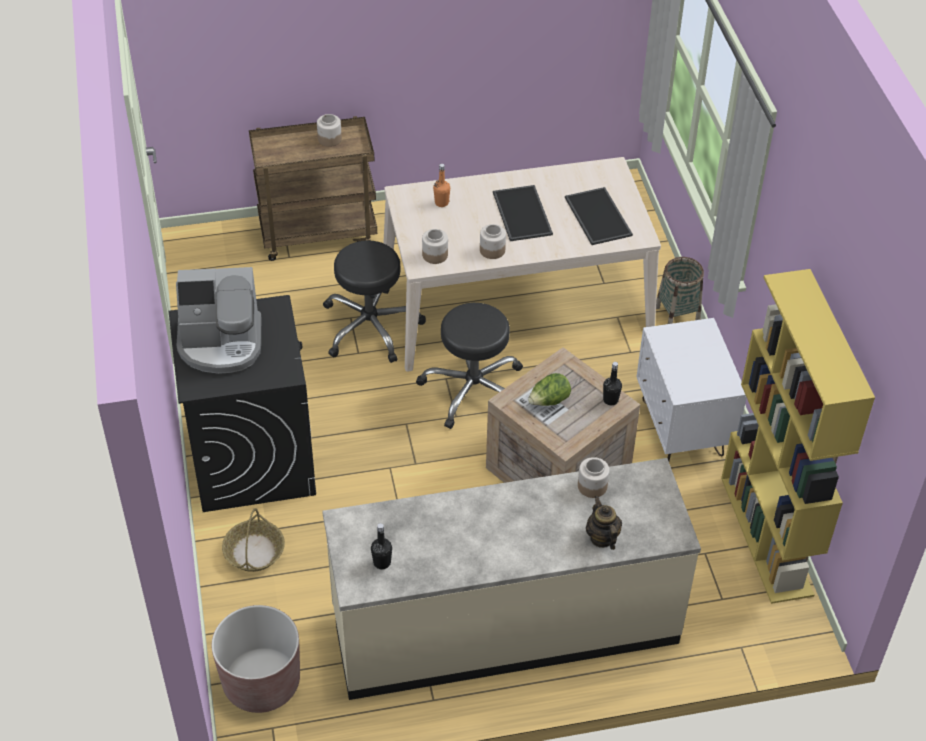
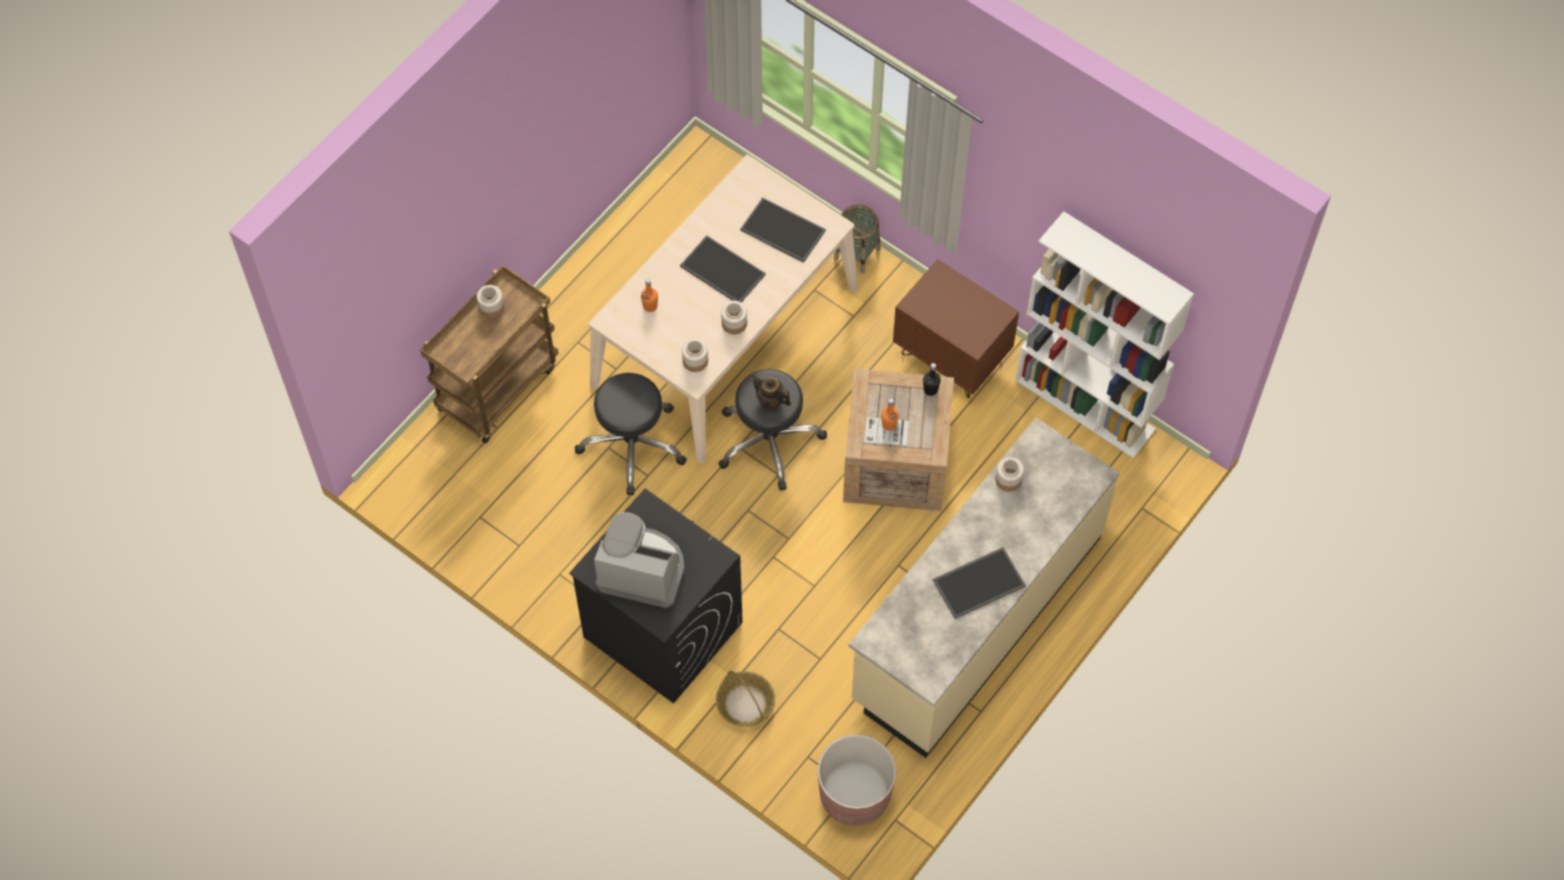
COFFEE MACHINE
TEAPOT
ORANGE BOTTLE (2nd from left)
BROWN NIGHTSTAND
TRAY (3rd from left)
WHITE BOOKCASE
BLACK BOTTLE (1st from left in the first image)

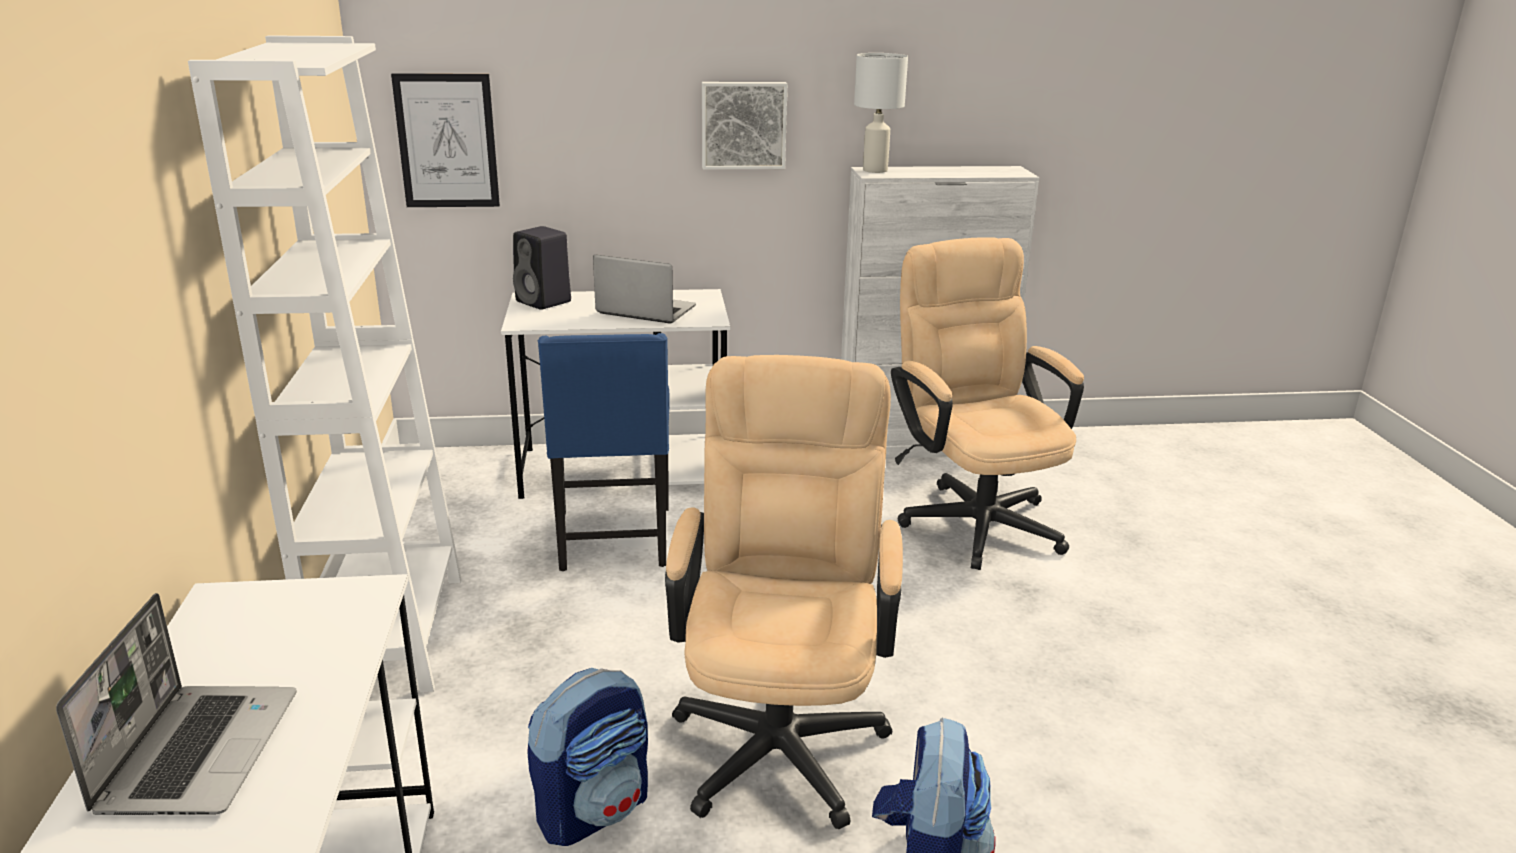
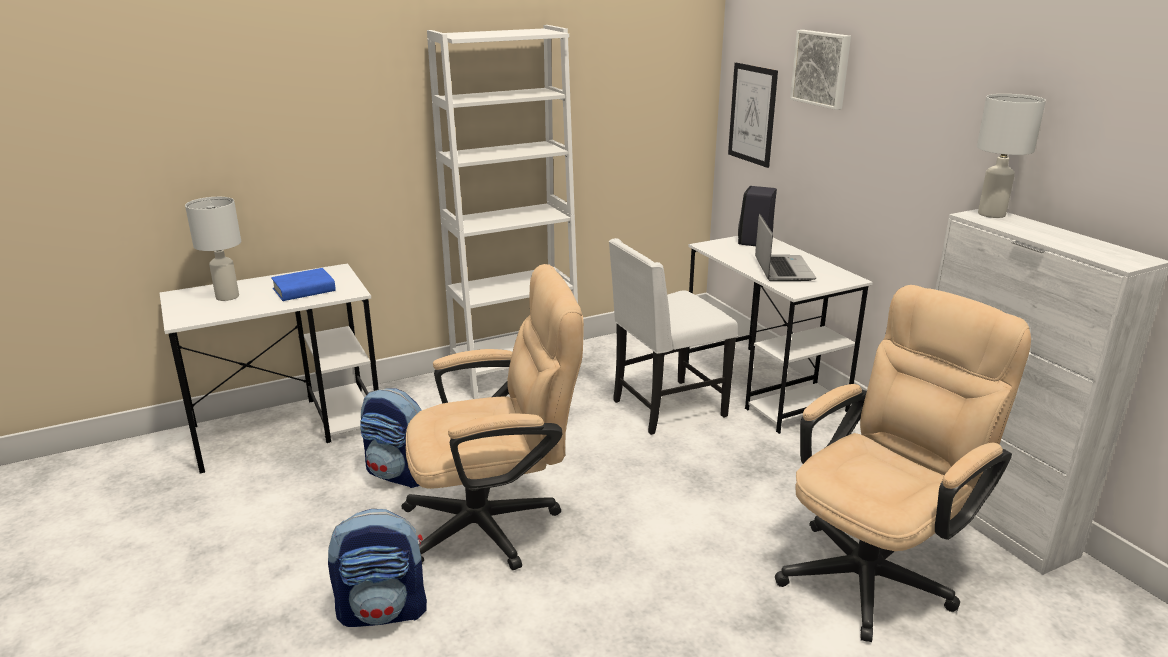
WHITE TABLE LAMP (1st from left)
BLUE BOOK
WHITE CHAIR
PICTURE (2nd from left)

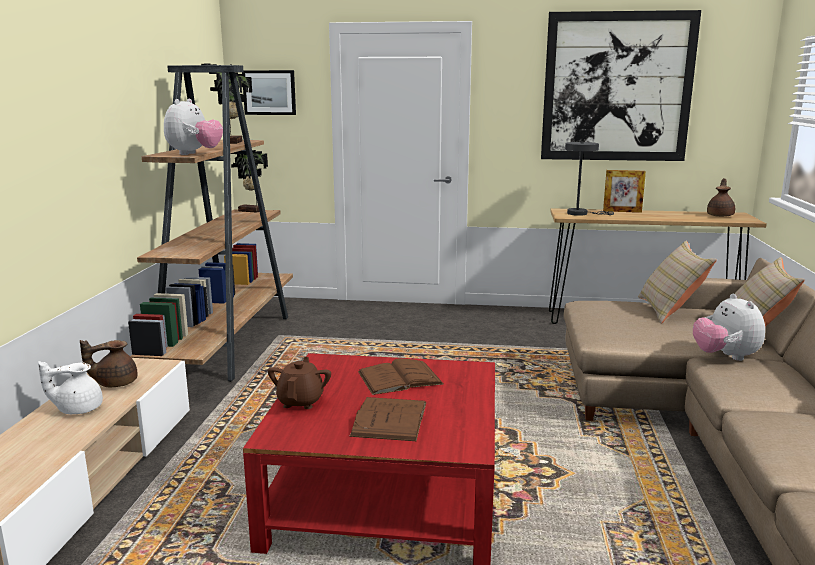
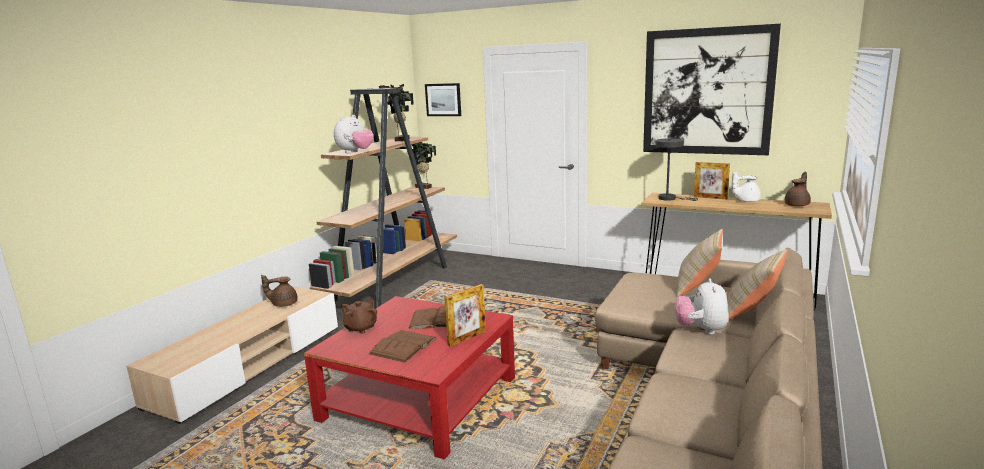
PICTURE FRAME (1st from left)
WHITE TEAPOT

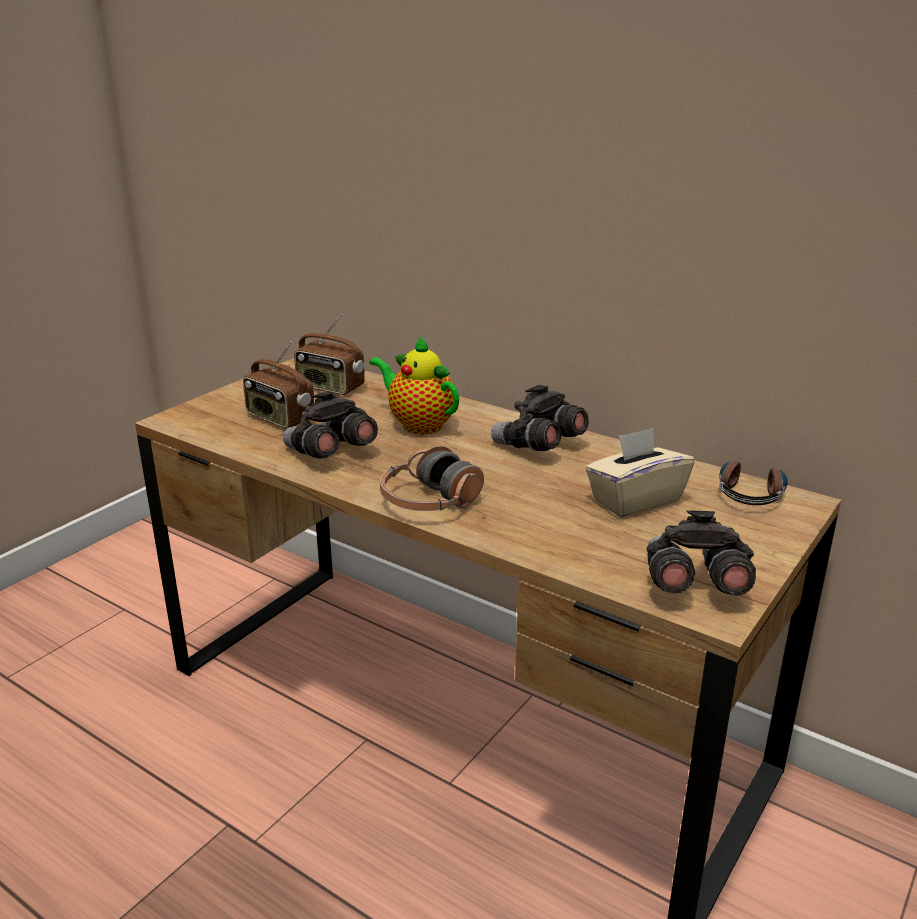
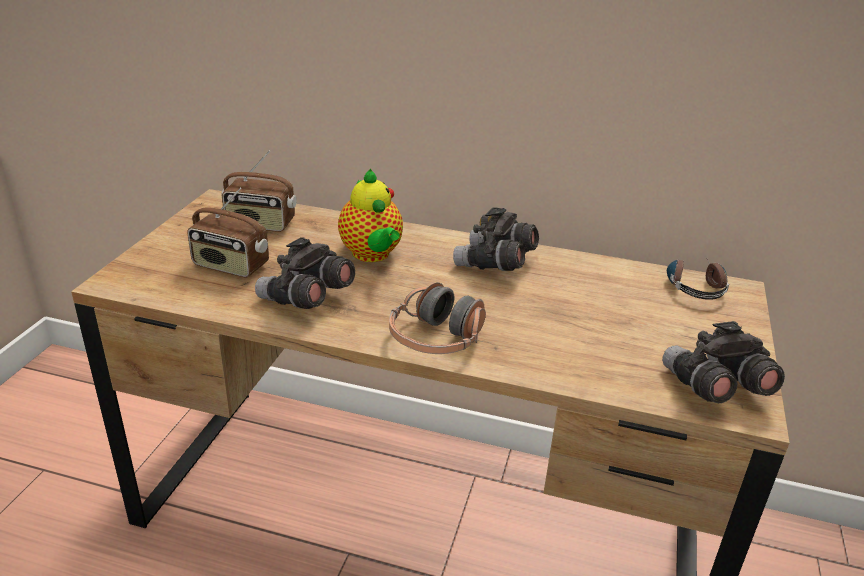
TEAPOT
BEIGE TISSUE BOX

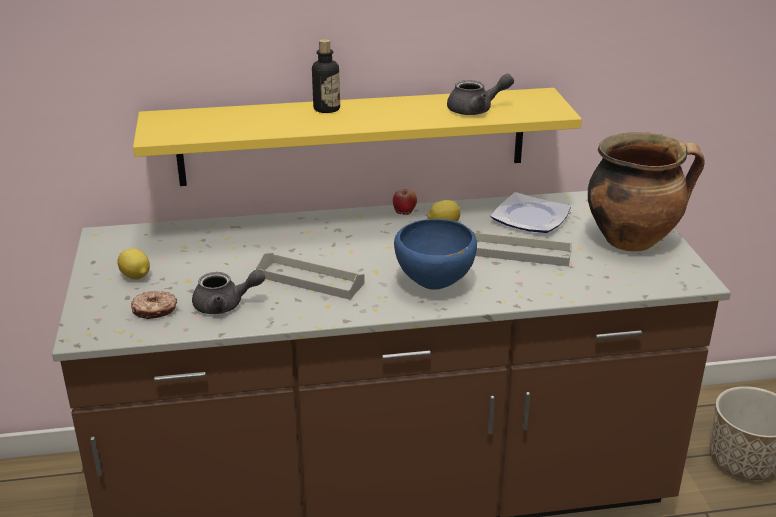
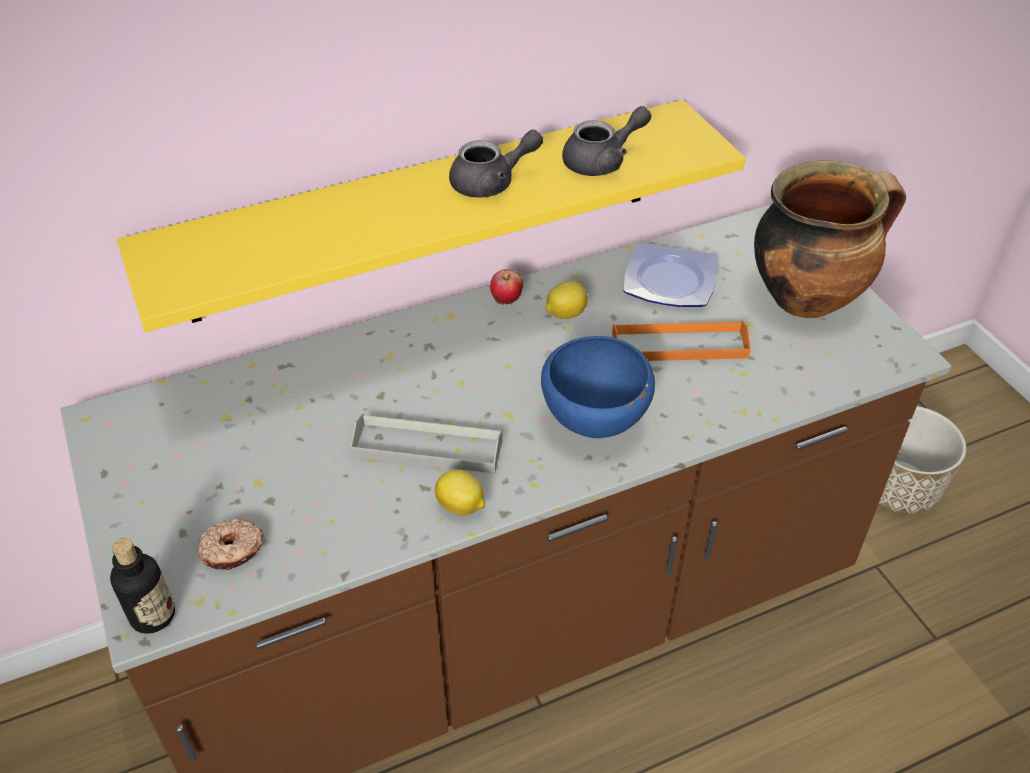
BOTTLE
LEMON (1st from left)
GREY TEAPOT (1st from left)
ORANGE TRAY

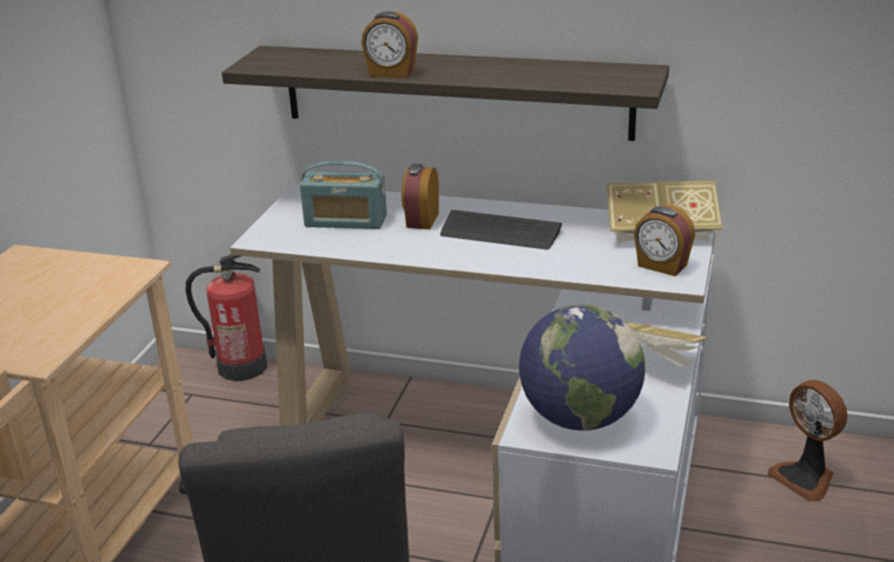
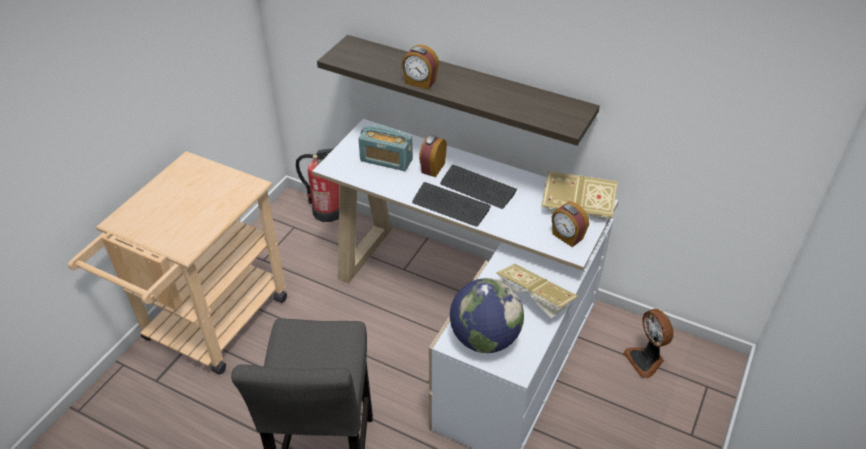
KEYBOARD (1st from left)

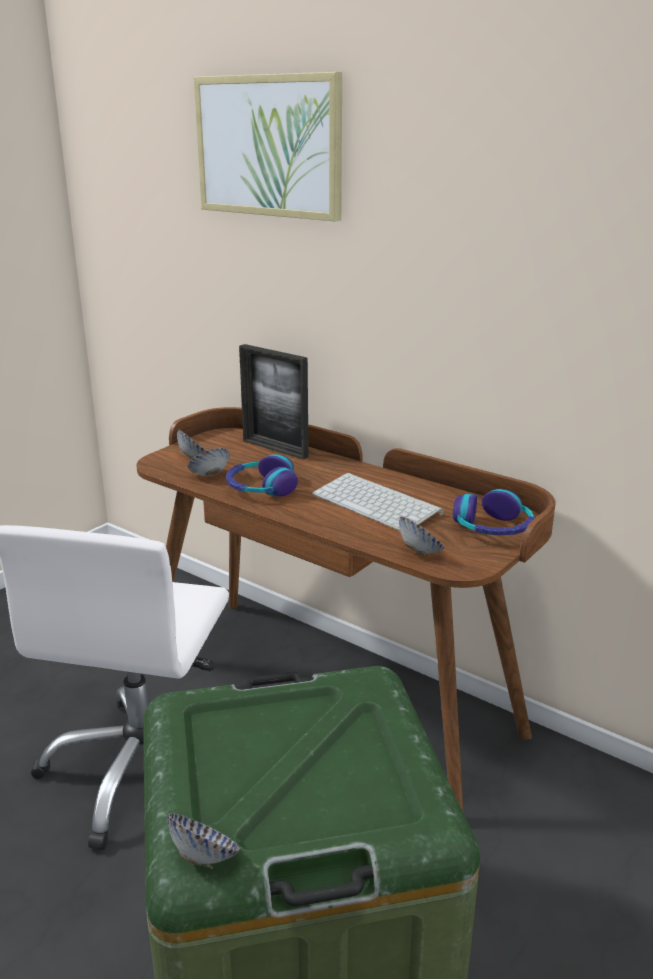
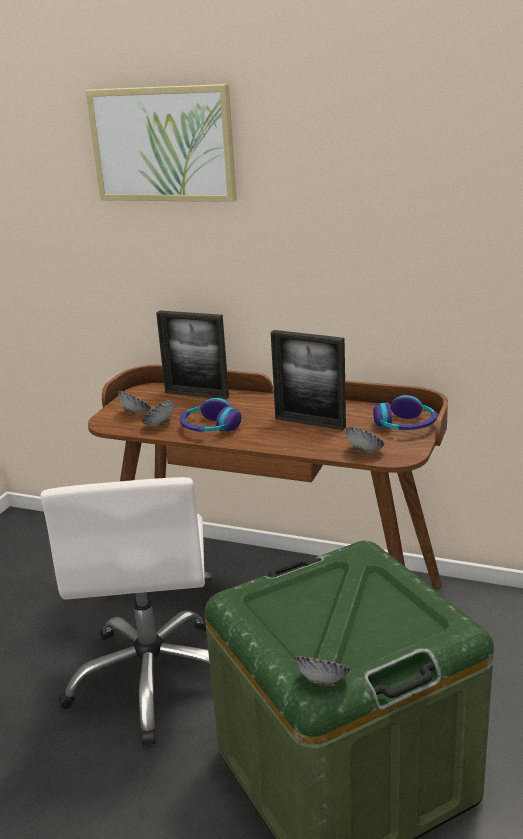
PICTURE FRAME (2nd from left)

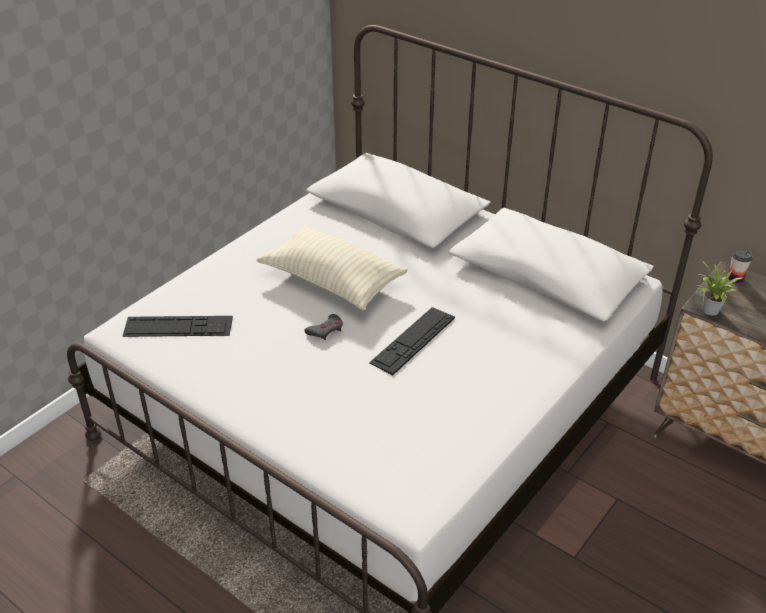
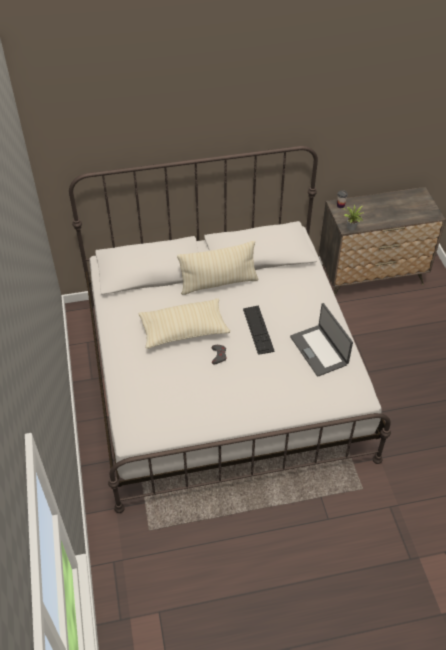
BEIGE PILLOW (2nd from left)
LAPTOP
KEYBOARD (1st from left in the first image)

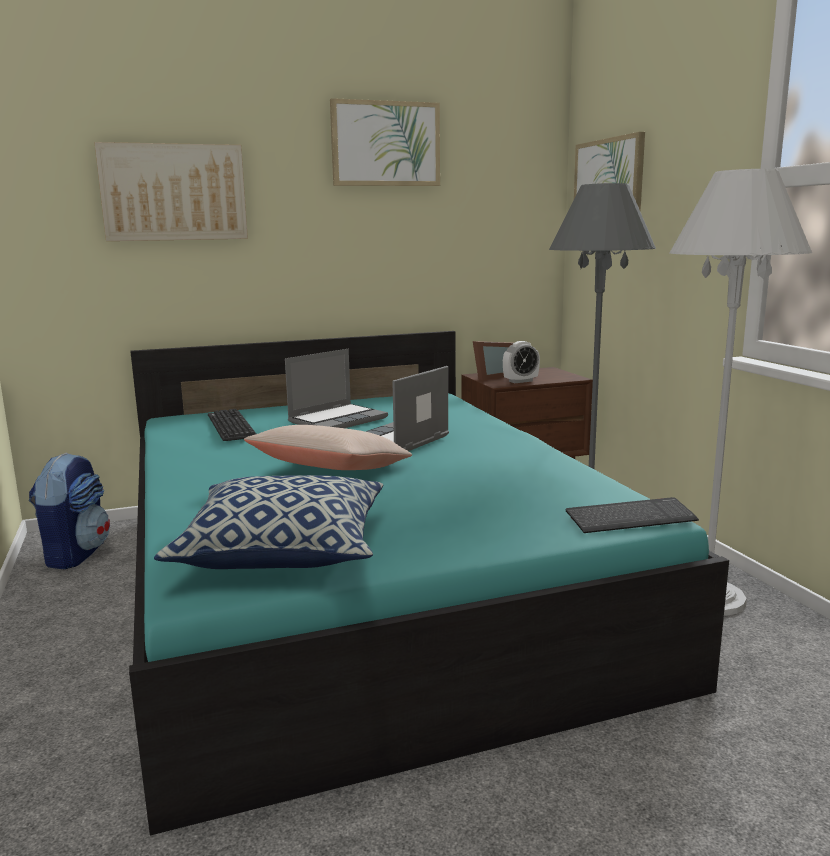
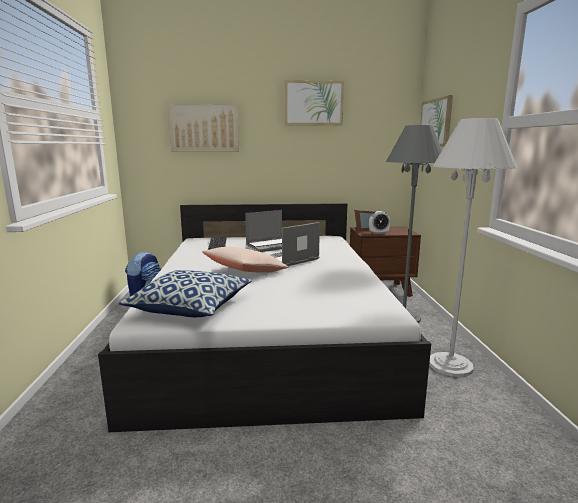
WHITE BED
KEYBOARD (2nd from left in the first image)

